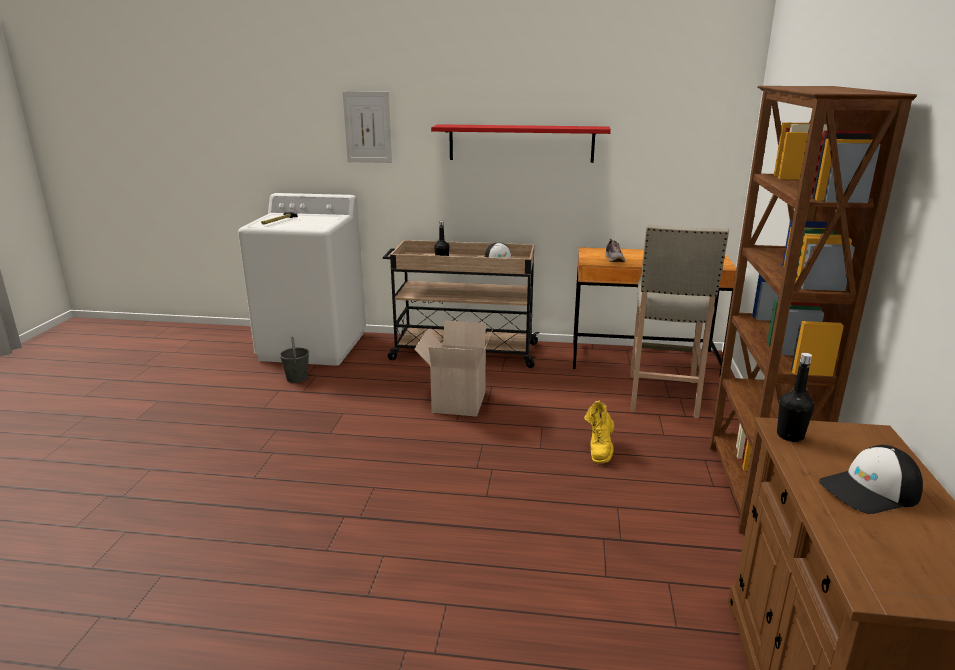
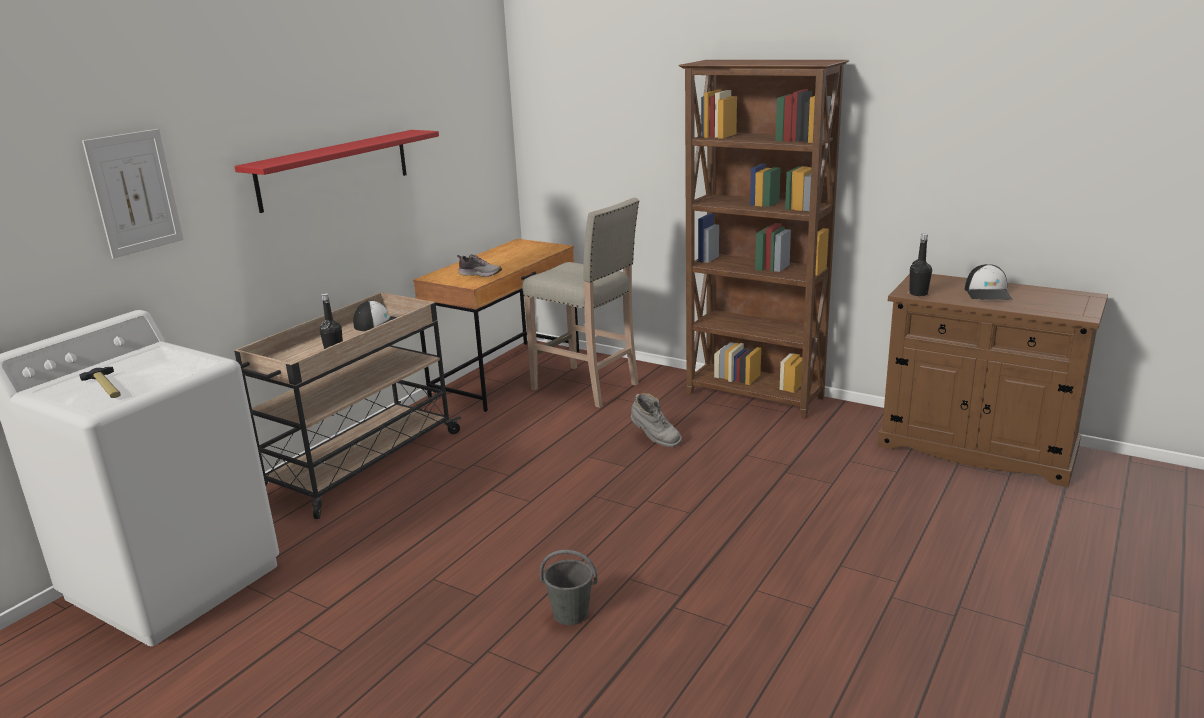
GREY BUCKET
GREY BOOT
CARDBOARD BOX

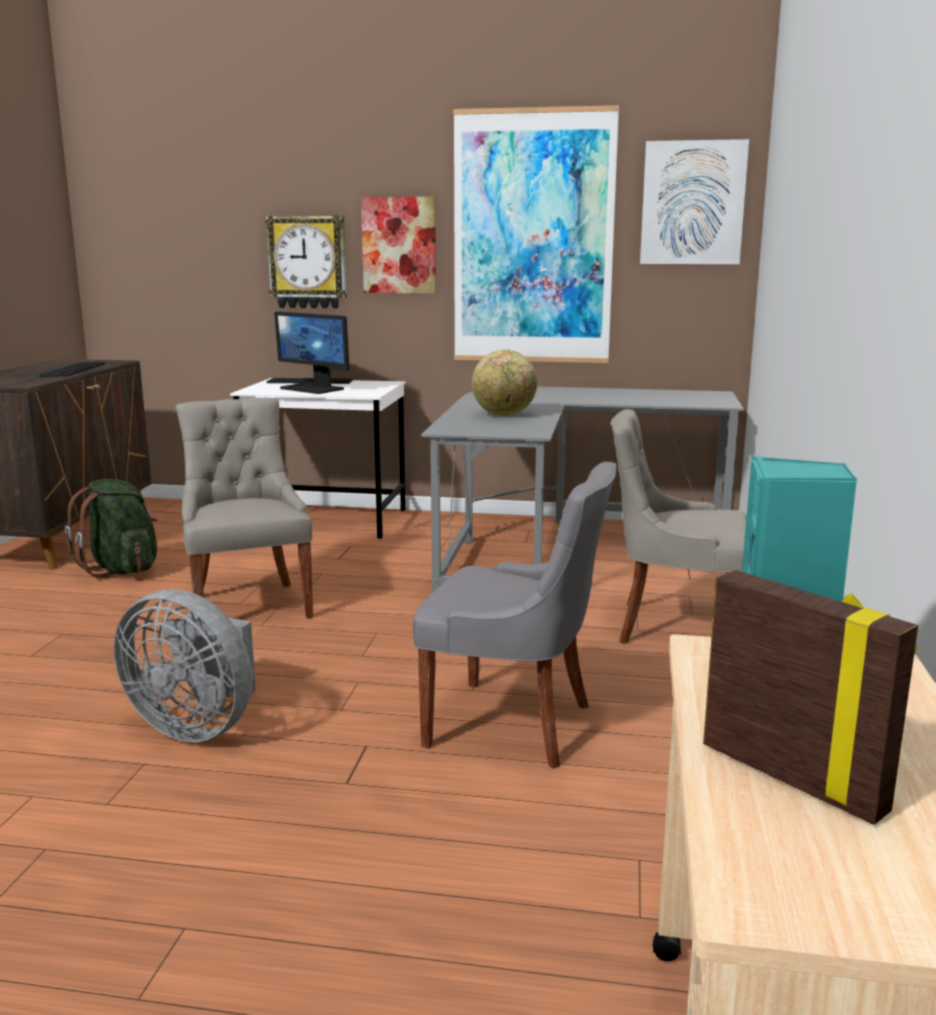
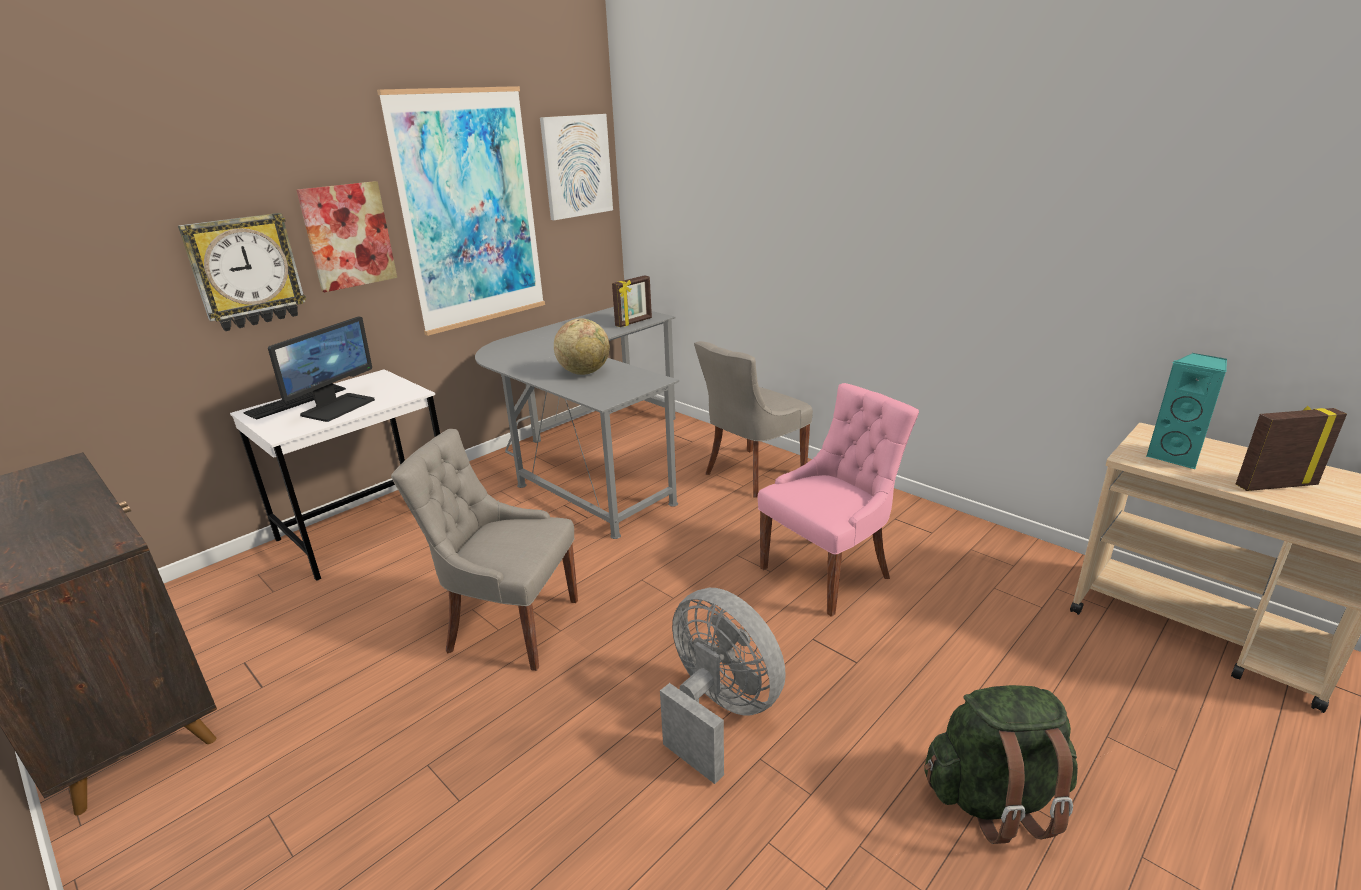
MONITOR
PICTURE FRAME (1st from left)
GREY FAN
PINK CHAIR
GREEN BACKPACK
KEYBOARD (1st from left in the first image)

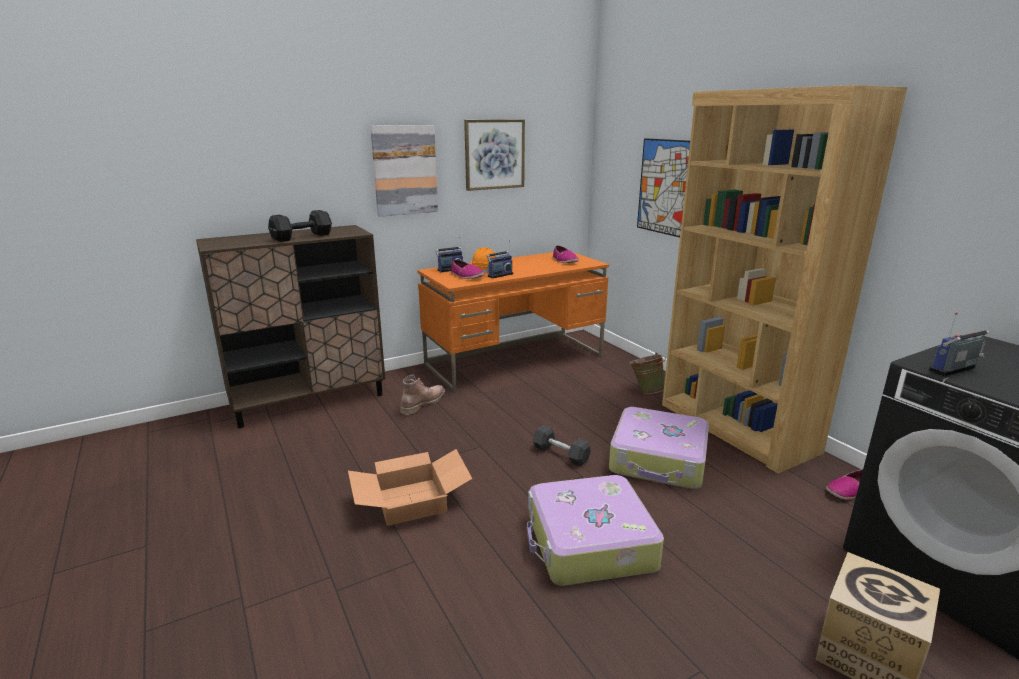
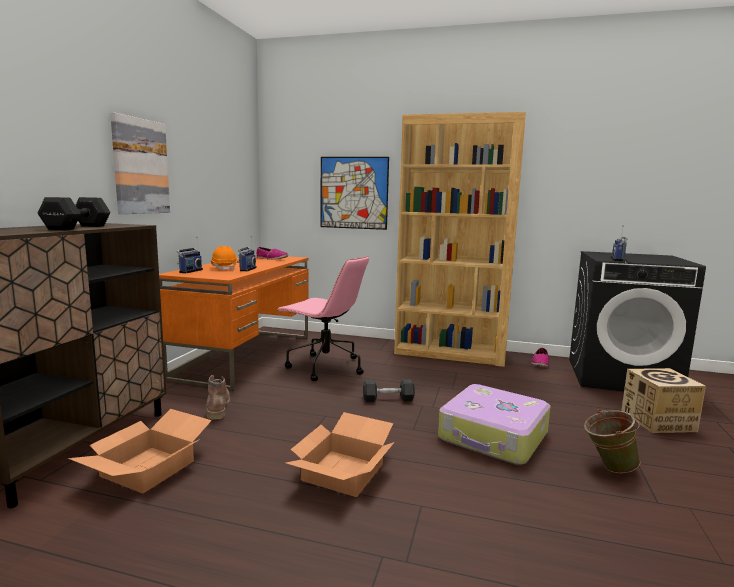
CARDBOARD BOX (1st from left)
PINK OFFICE CHAIR
GREEN BUCKET
SHOE (1st from left in the first image)
PICTURE (2nd from left in the first image)
SUITCASE (2nd from left in the first image)

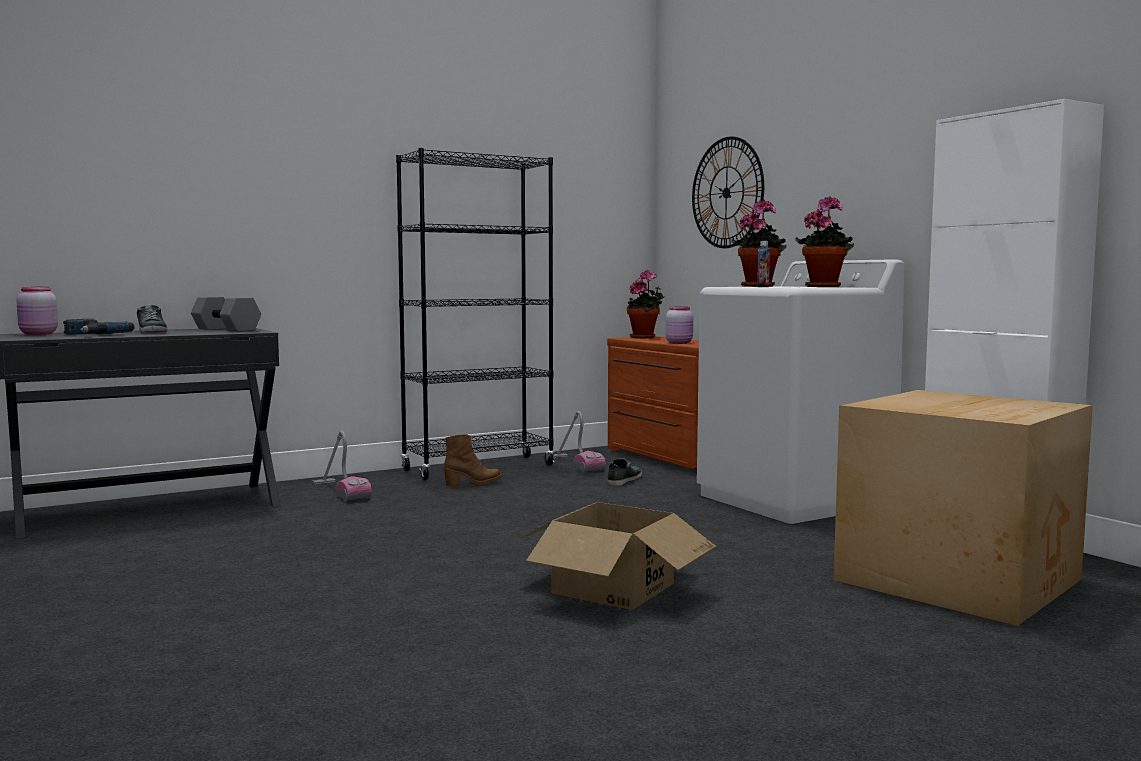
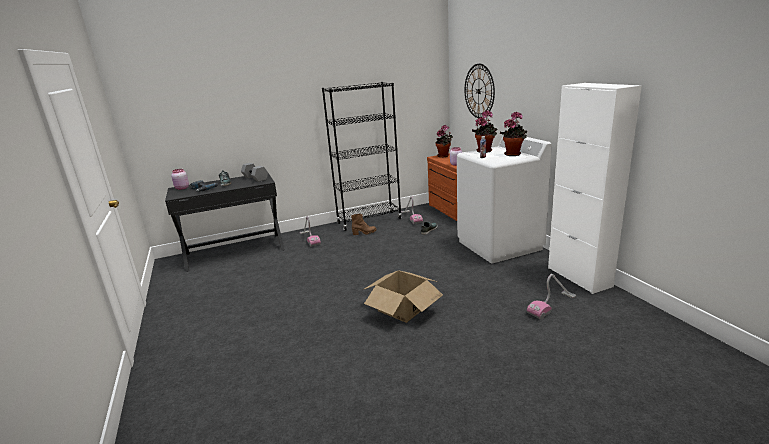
VACUUM CLEANER (3rd from left)

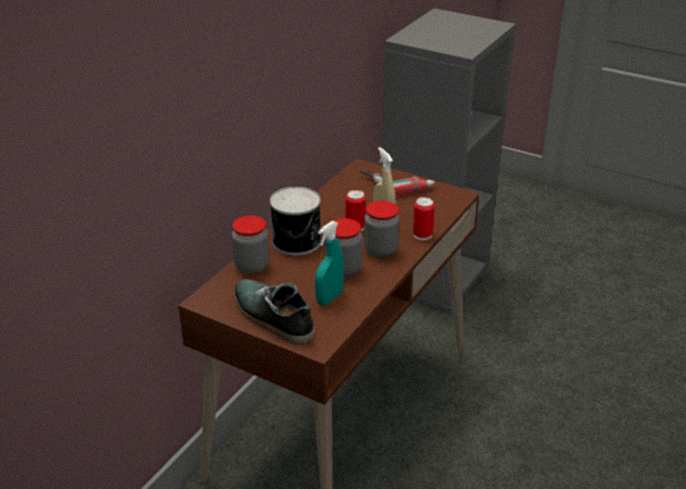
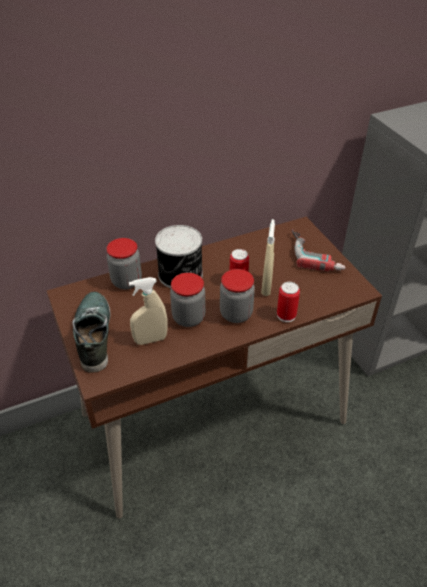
BEIGE SPRAY BOTTLE (1st from left)

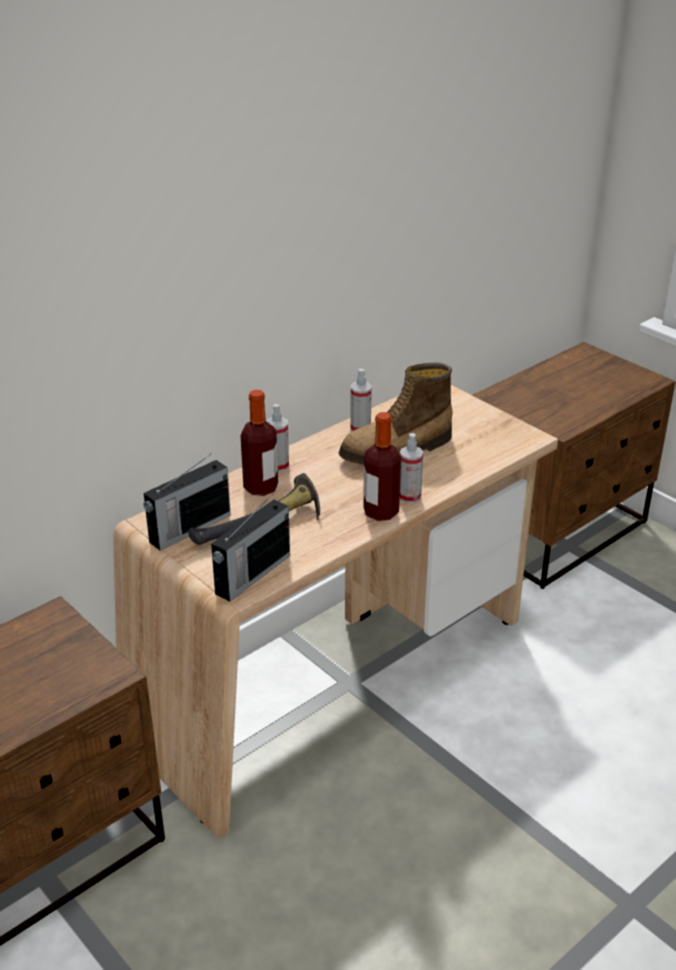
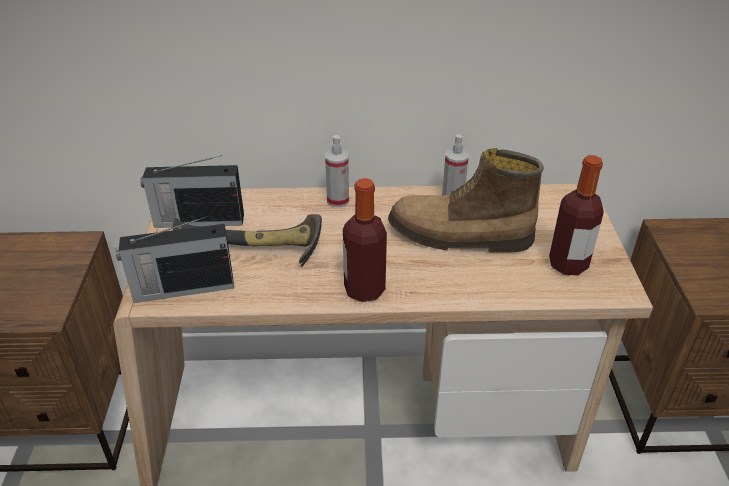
BOTTLE (2nd from left)
SPRAY BOTTLE (3rd from left in the first image)

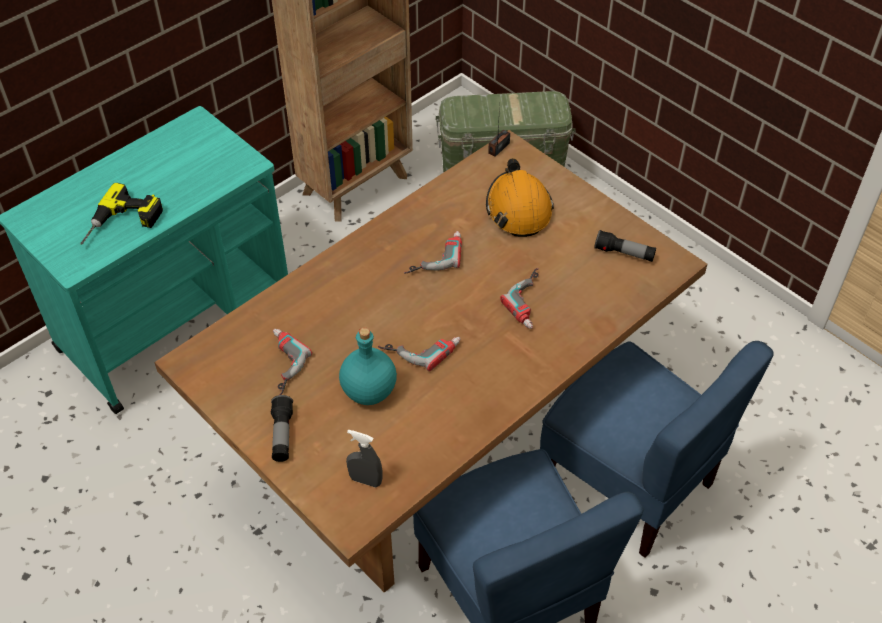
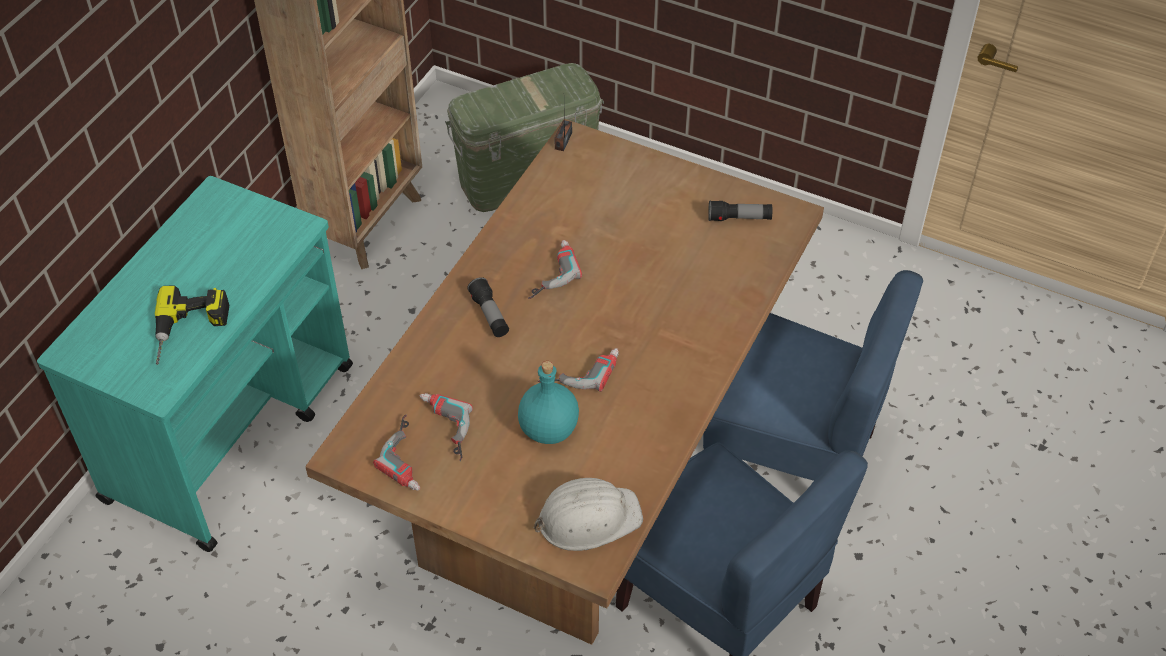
POWER DRILL (2nd from left)
FLASHLIGHT (1st from left)
WHITE HARD HAT
ORANGE HARD HAT

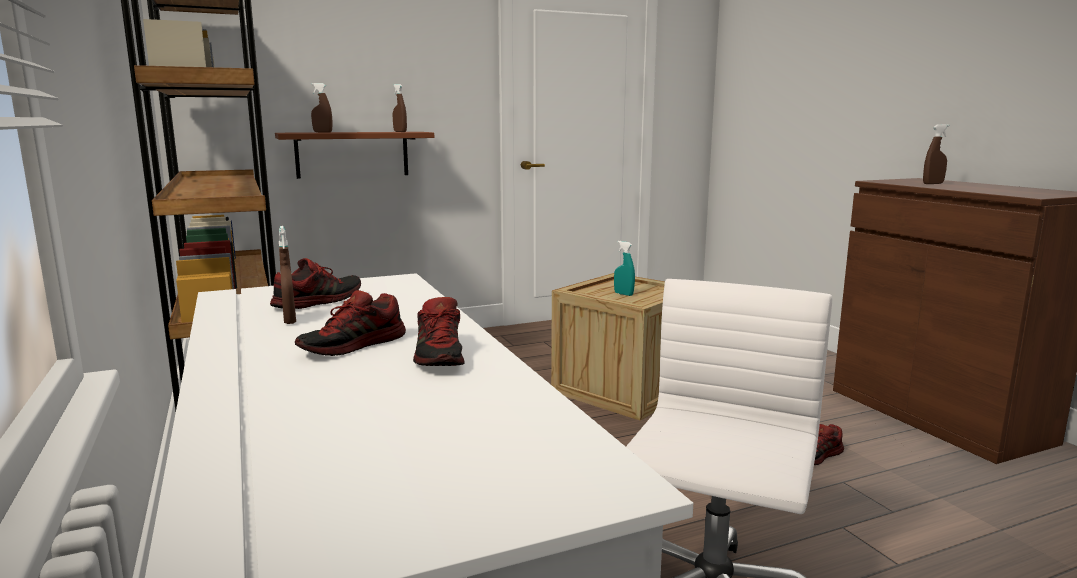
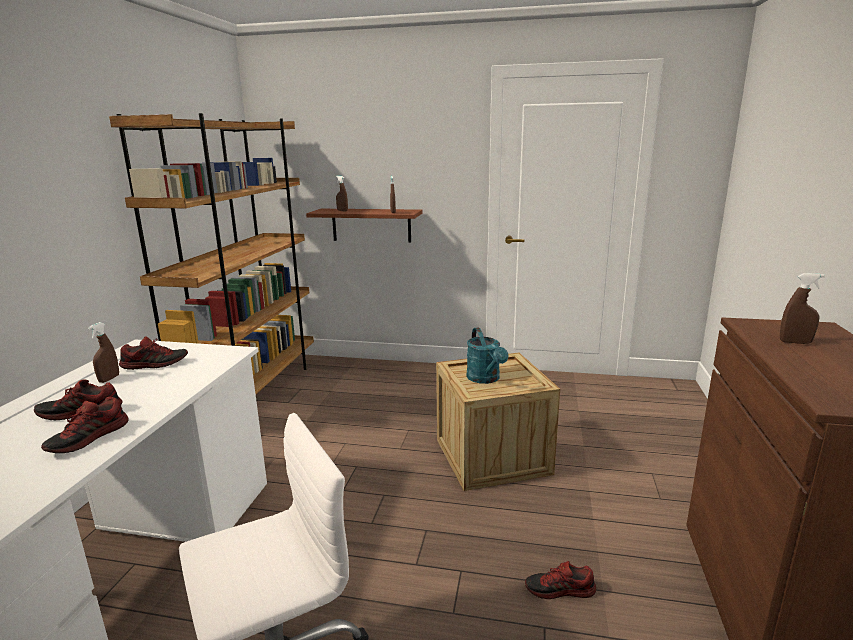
TURQUOISE WATERING CAN

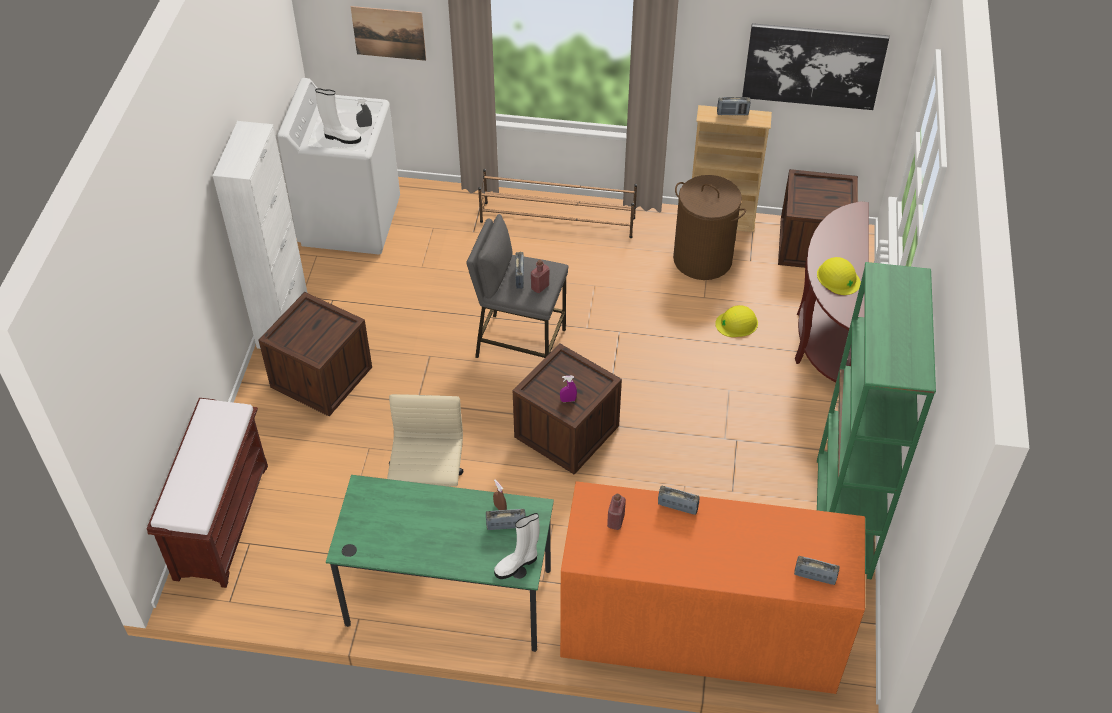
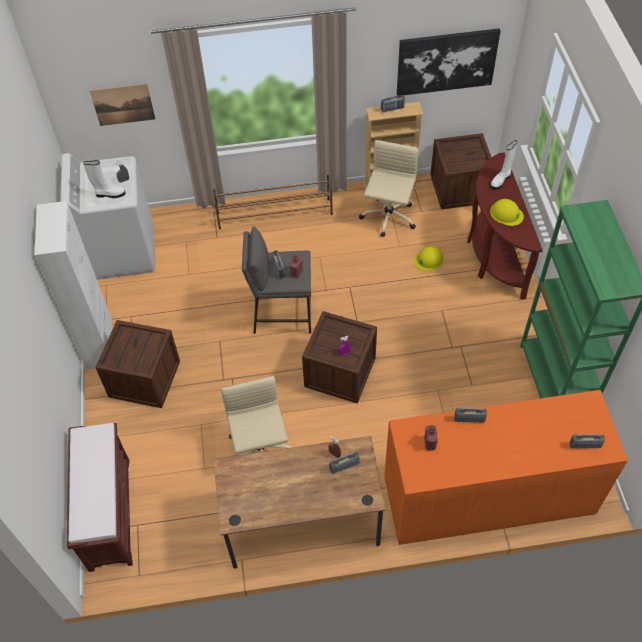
BROWN DESK
BEIGE OFFICE CHAIR (2nd from left)
WHITE BOOT (2nd from left)

